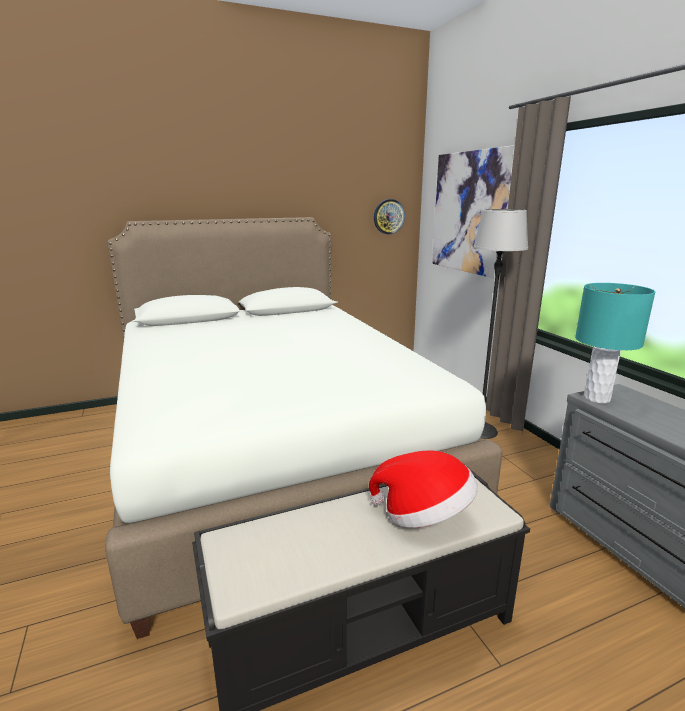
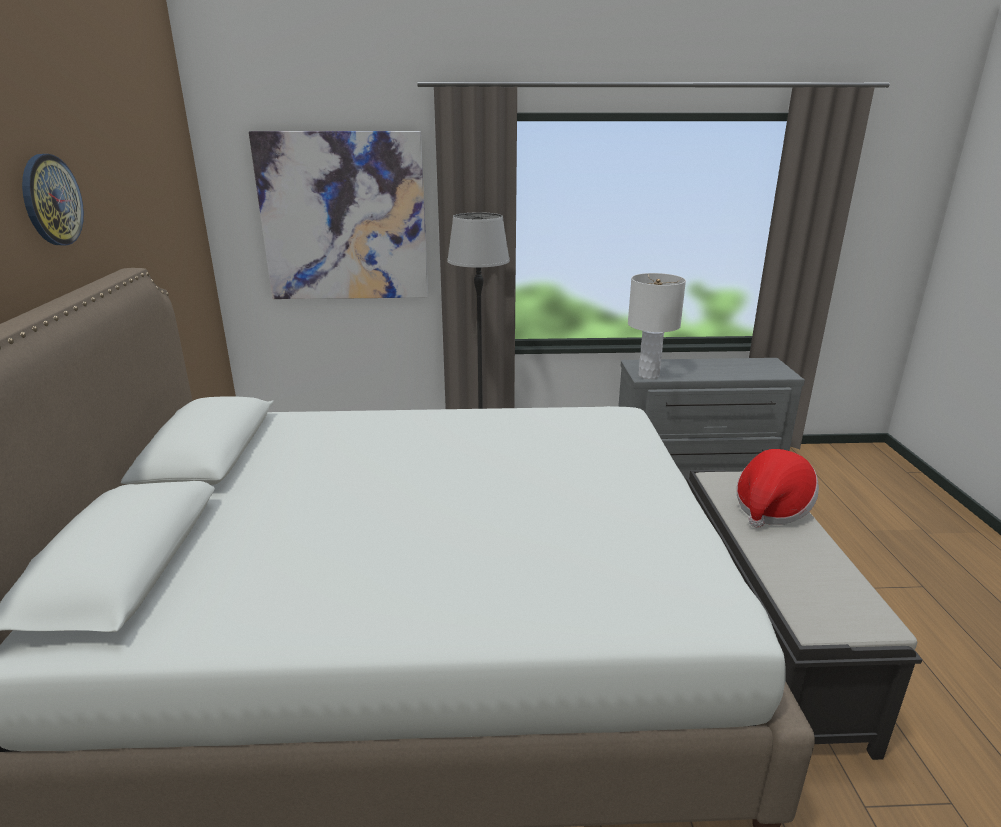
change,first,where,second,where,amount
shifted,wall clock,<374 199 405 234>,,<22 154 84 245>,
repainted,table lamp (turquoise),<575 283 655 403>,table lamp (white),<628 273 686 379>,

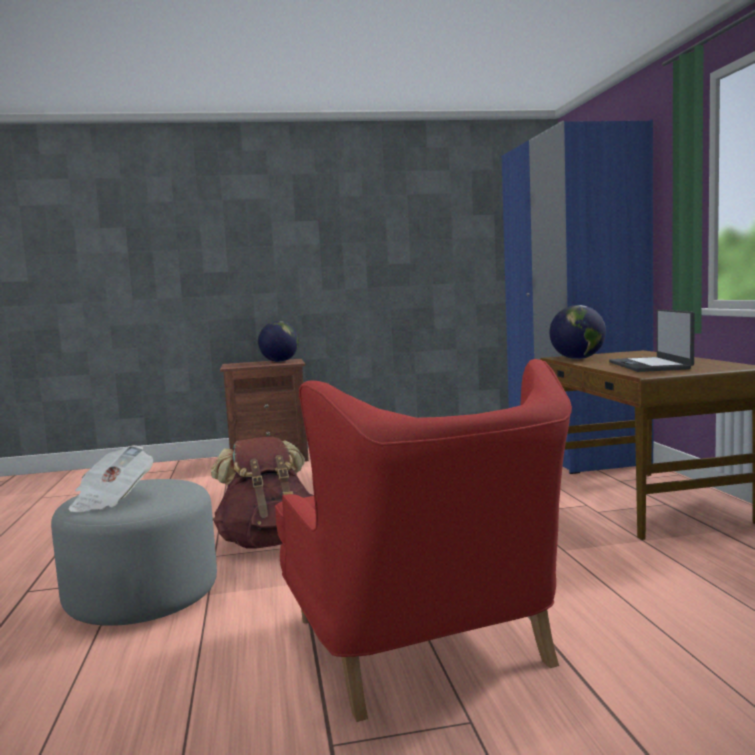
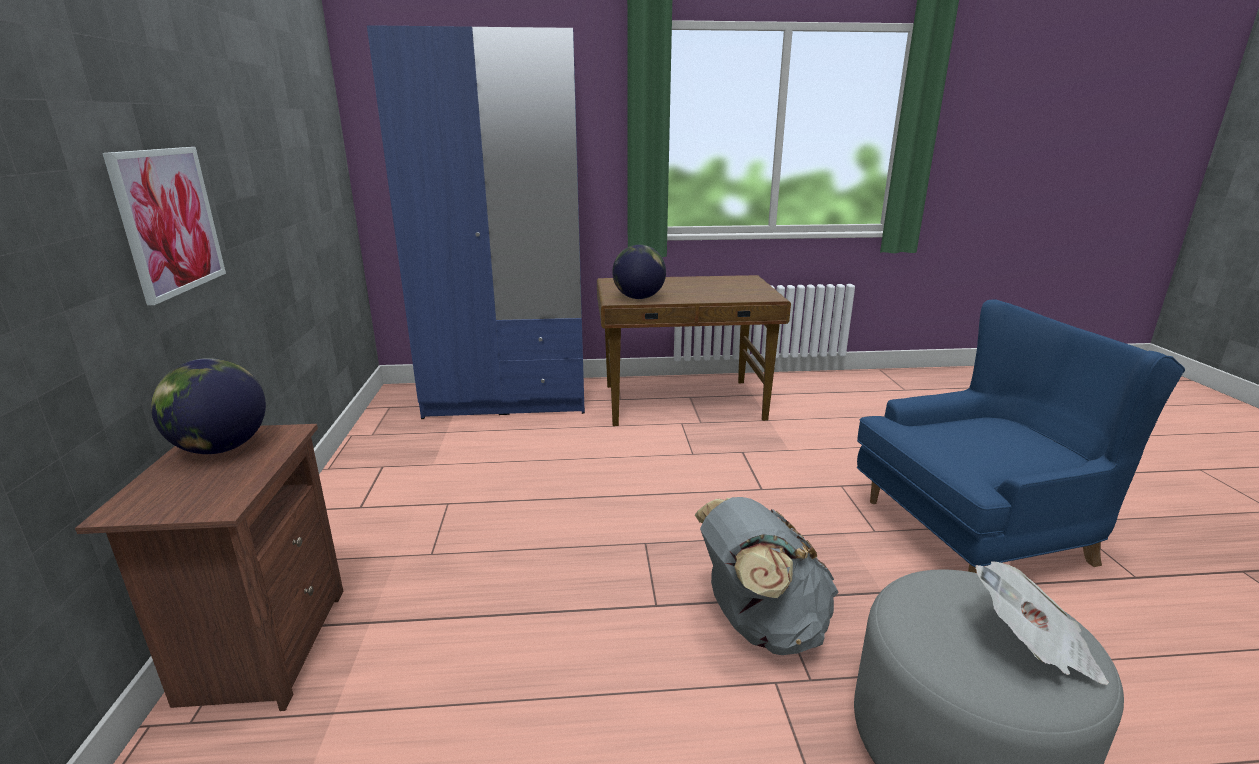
change,first,where,second,where,amount
new,,,picture,<102 147 226 305>,
repainted,backpack (brown),<211 436 314 549>,backpack (grey),<695 497 839 655>,
repainted,armchair (red),<275 359 572 722>,armchair (blue),<857 299 1185 573>,
gone,laptop,<609 309 695 372>,,,

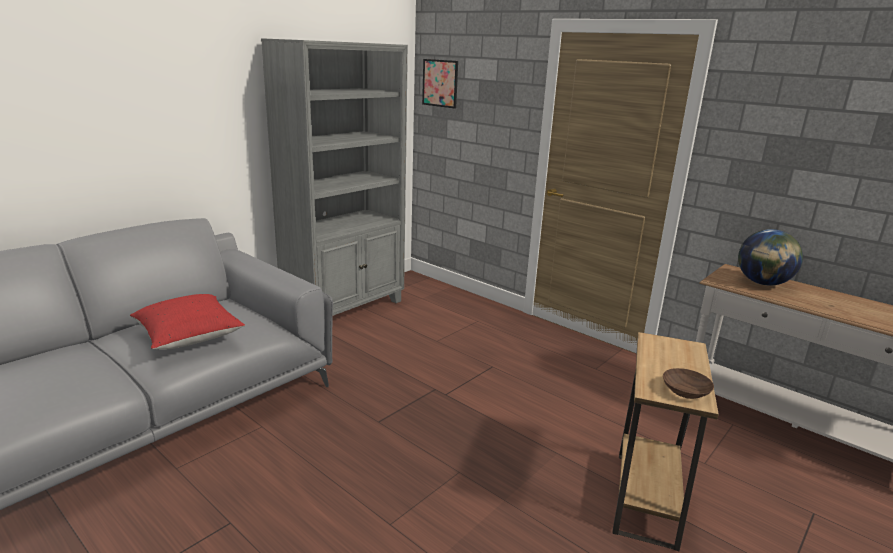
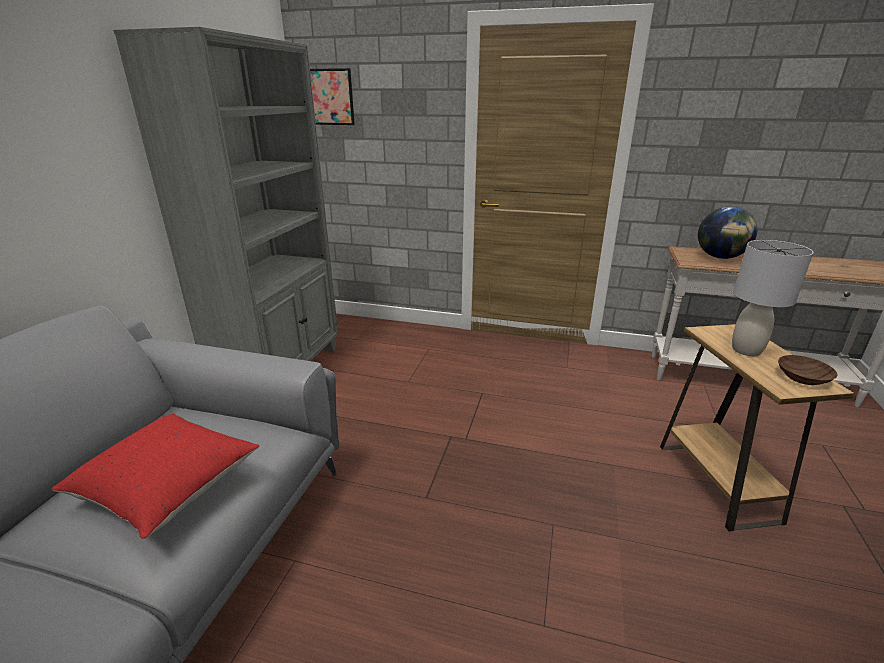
change,first,where,second,where,amount
new,,,table lamp (grey),<732 240 814 356>,

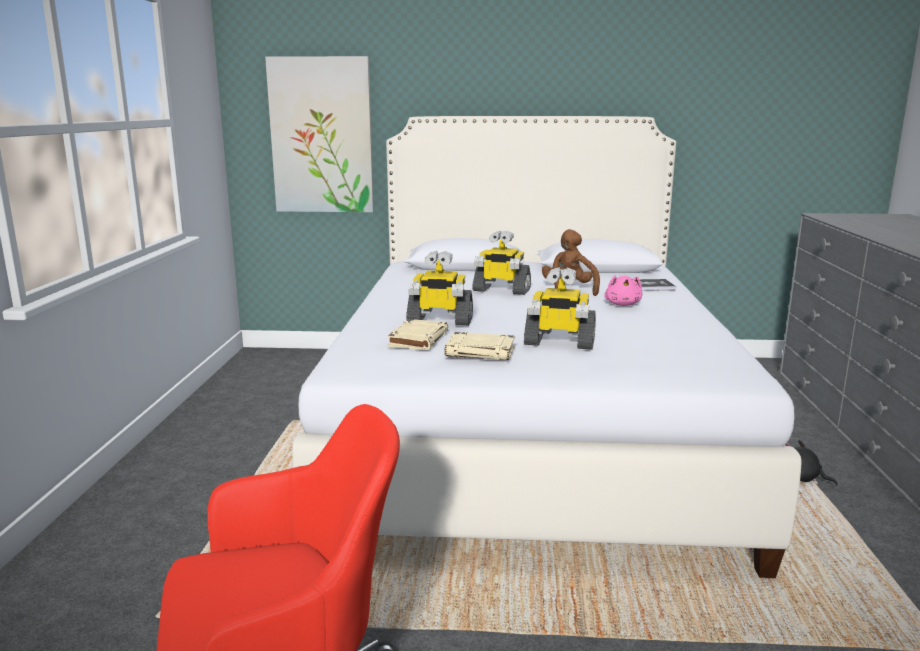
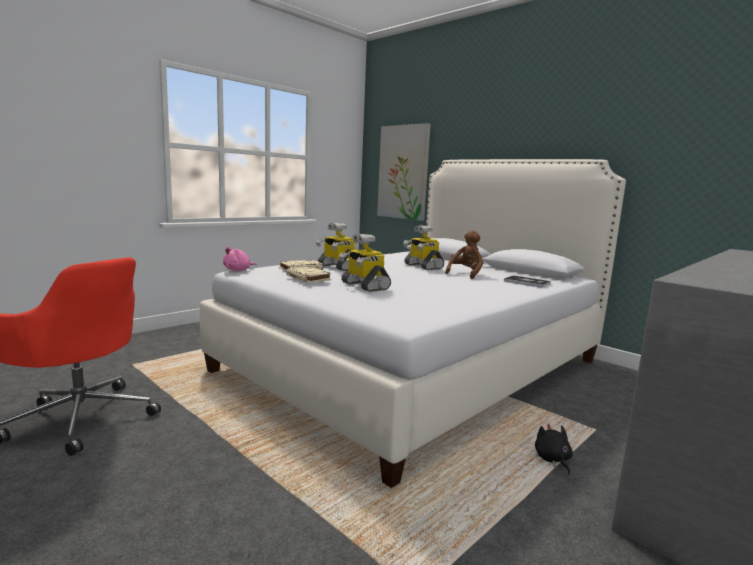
change,first,where,second,where,amount
shifted,plush toy (pink),<604 276 642 306>,,<223 247 257 271>,

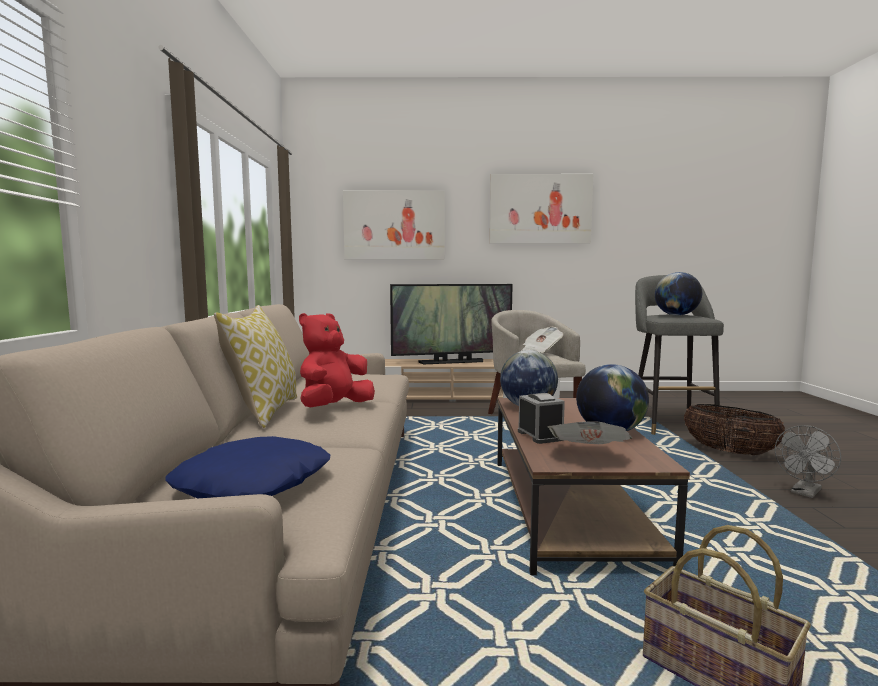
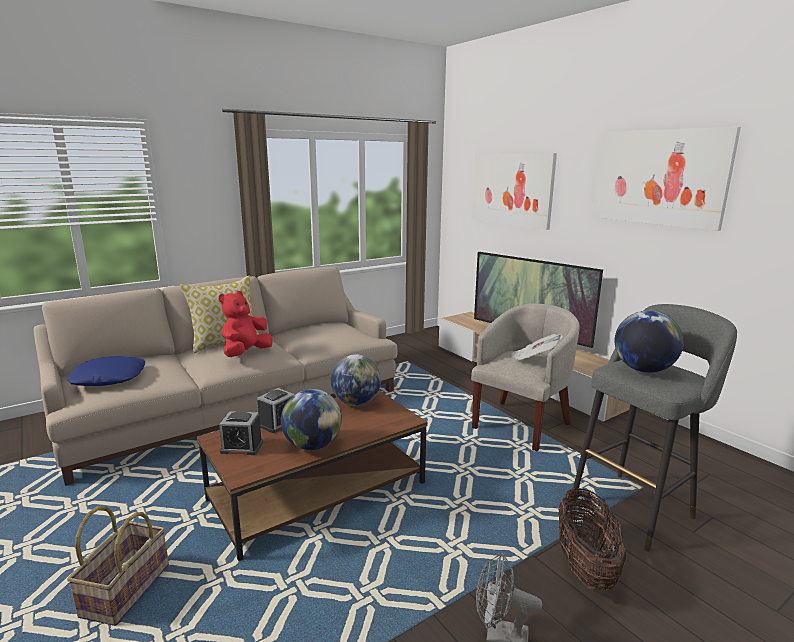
change,first,where,second,where,amount
rotated,plush toy (red),<299 313 375 407>,,<219 291 273 357>,60 degrees counterclockwise
swapped,newspaper,<547 422 632 444>,alarm clock,<219 411 263 455>,

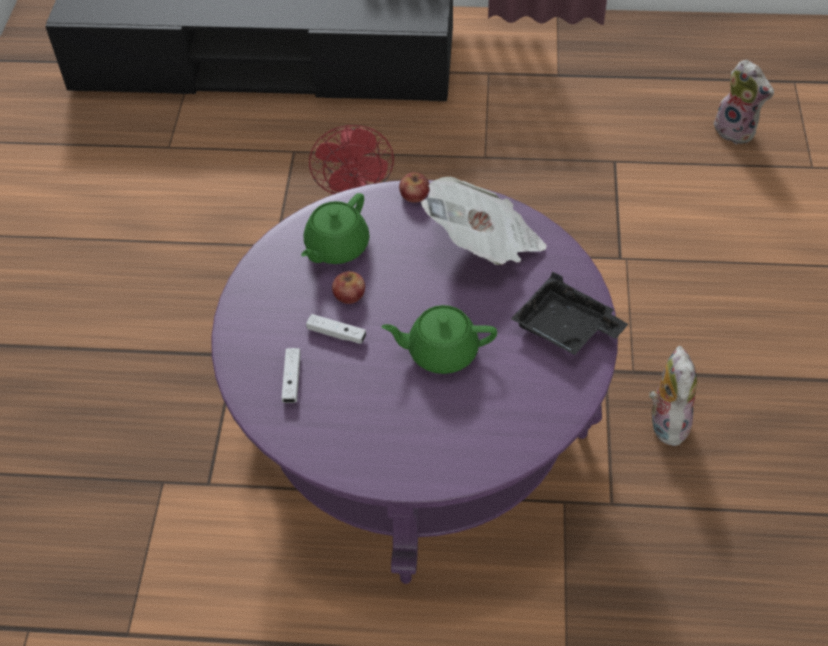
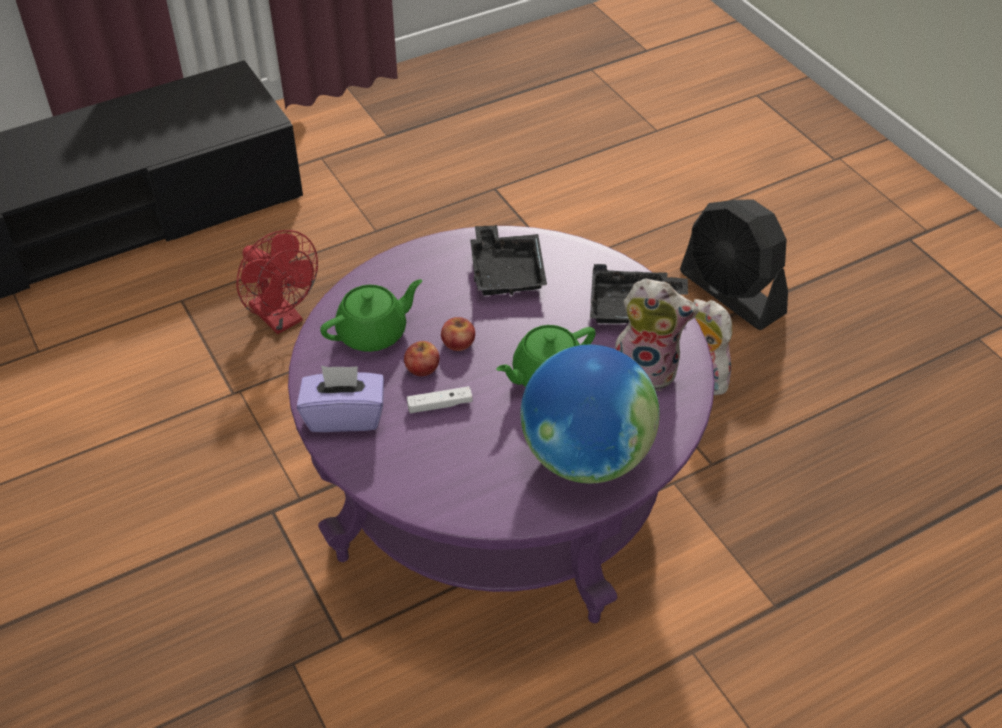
change,first,where,second,where,amount
new,,,tissue box (purple),<297 366 384 432>,
rotated,teapot (green),<301 193 370 264>,,<320 279 422 352>,120 degrees counterclockwise
shifted,apple,<399 172 430 203>,,<441 317 475 351>,
swapped,newspaper,<421 176 546 265>,tray (black),<470 225 547 295>,
new,,,globe,<521 345 660 483>,
shifted,plush toy,<714 60 774 144>,,<615 279 699 391>,
new,,,fan (black),<680 199 788 330>,
gone,game controller (white),<281 348 300 403>,,,

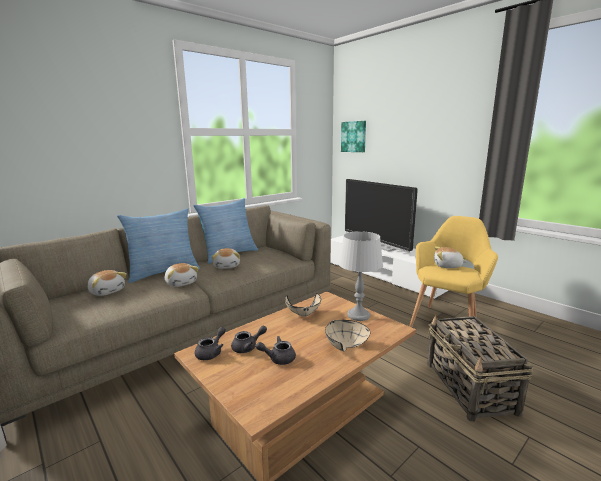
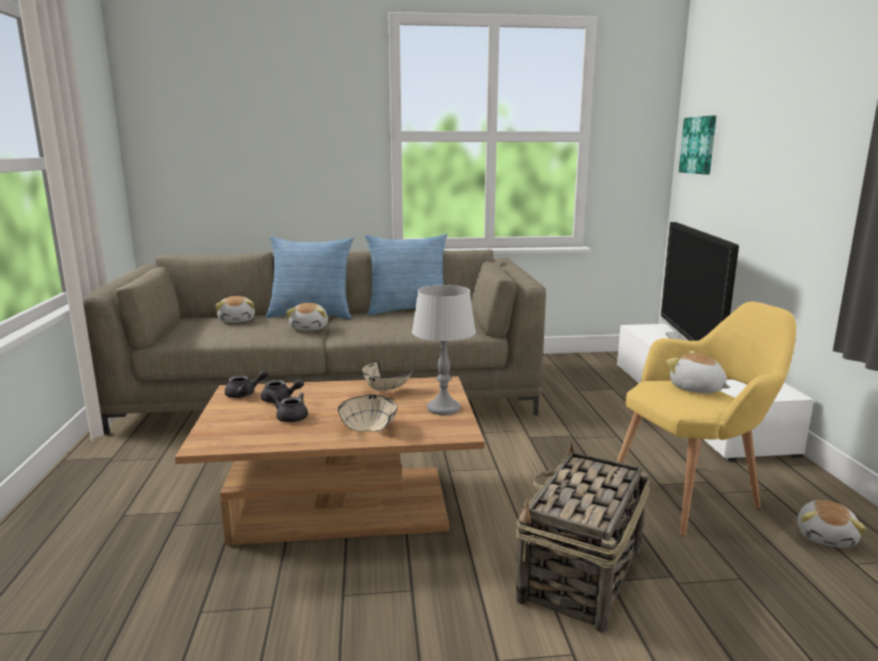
change,first,where,second,where,amount
shifted,plush toy,<212 248 240 269>,,<797 500 866 548>,

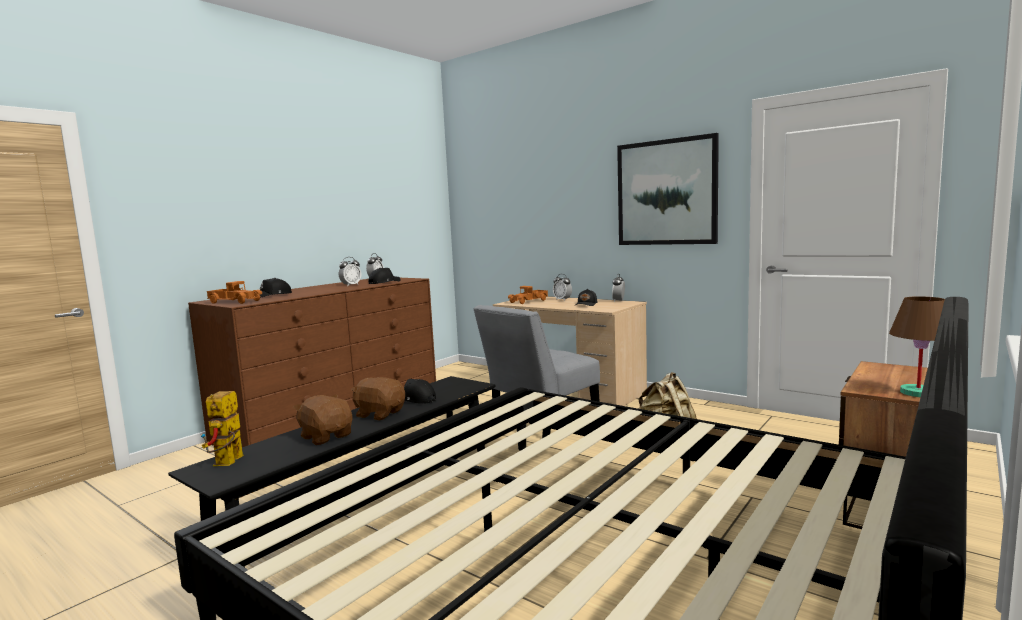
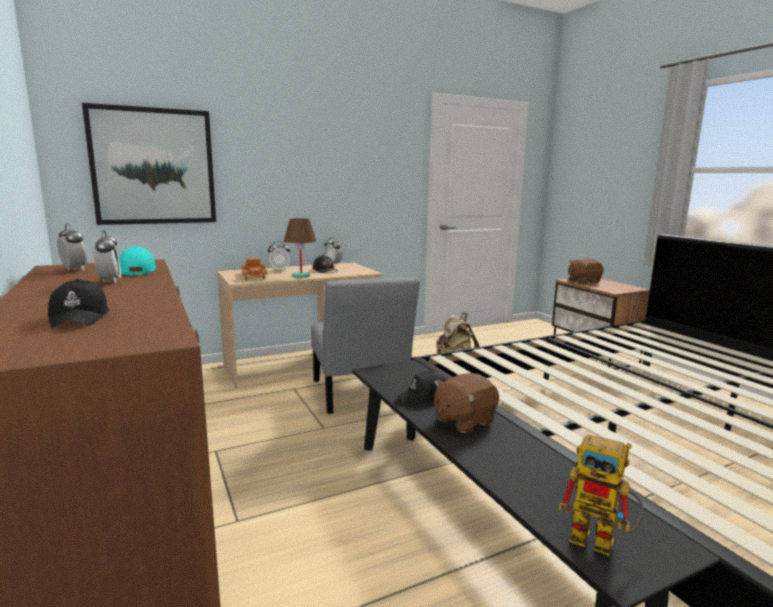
change,first,where,second,where,amount
shifted,picture,<617 133 719 245>,,<82 103 216 225>,
repainted,cap (black),<369 268 401 284>,cap (turquoise),<119 246 156 275>,
shifted,table lamp (brown),<889 296 945 397>,,<284 219 316 278>,
shifted,plush toy (brown),<293 394 352 445>,,<568 258 604 284>,
gone,toy truck,<207 281 262 304>,,,

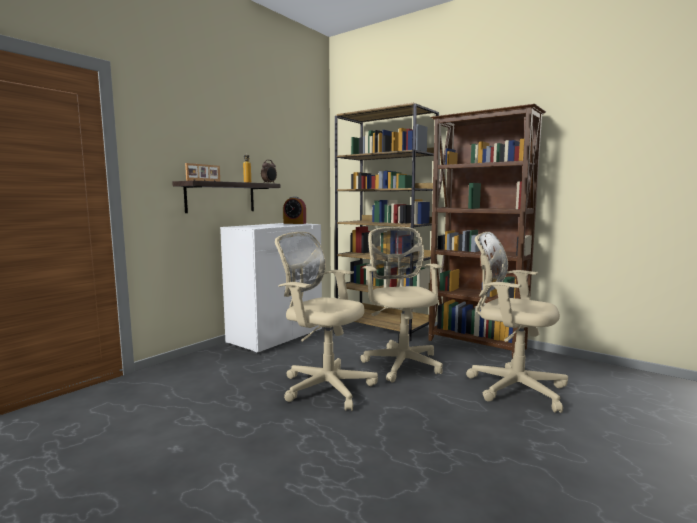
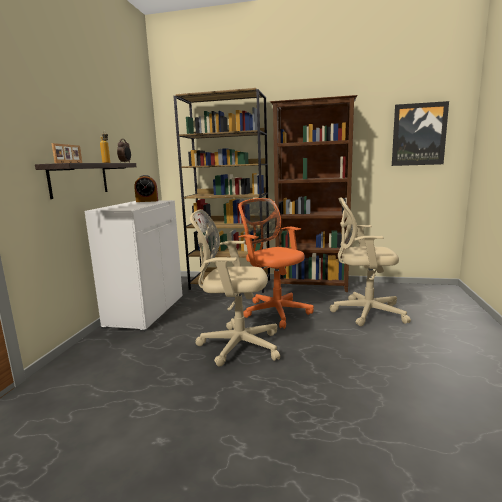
change,first,where,second,where,amount
repainted,office chair (beige),<360 227 443 383>,office chair (orange),<238 198 314 329>,
new,,,picture,<392 101 449 166>,

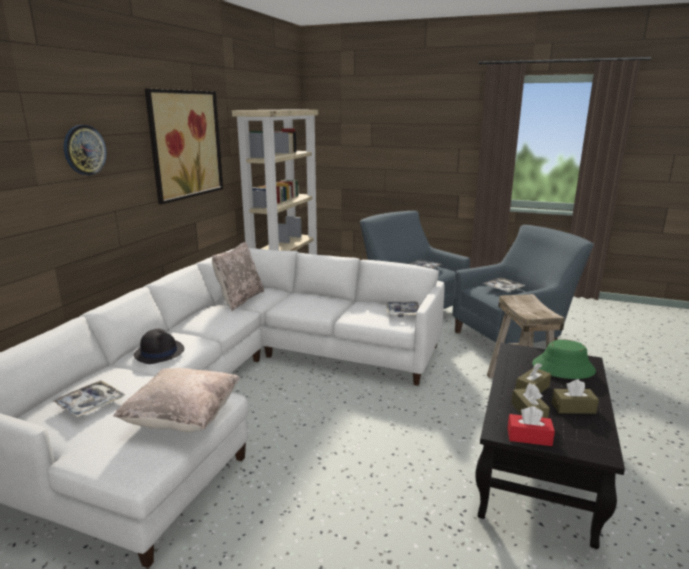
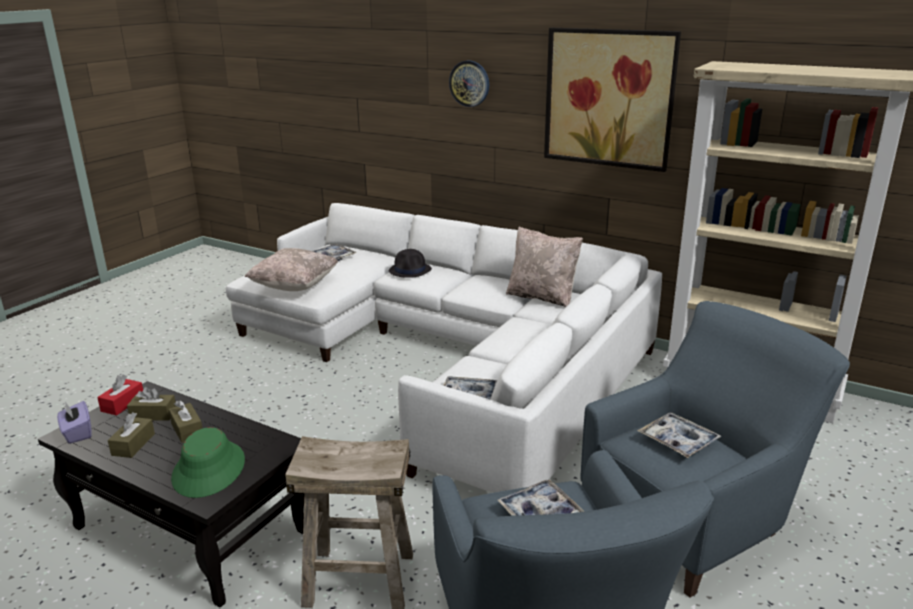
change,first,where,second,where,amount
new,,,tissue box (purple),<57 401 92 444>,

